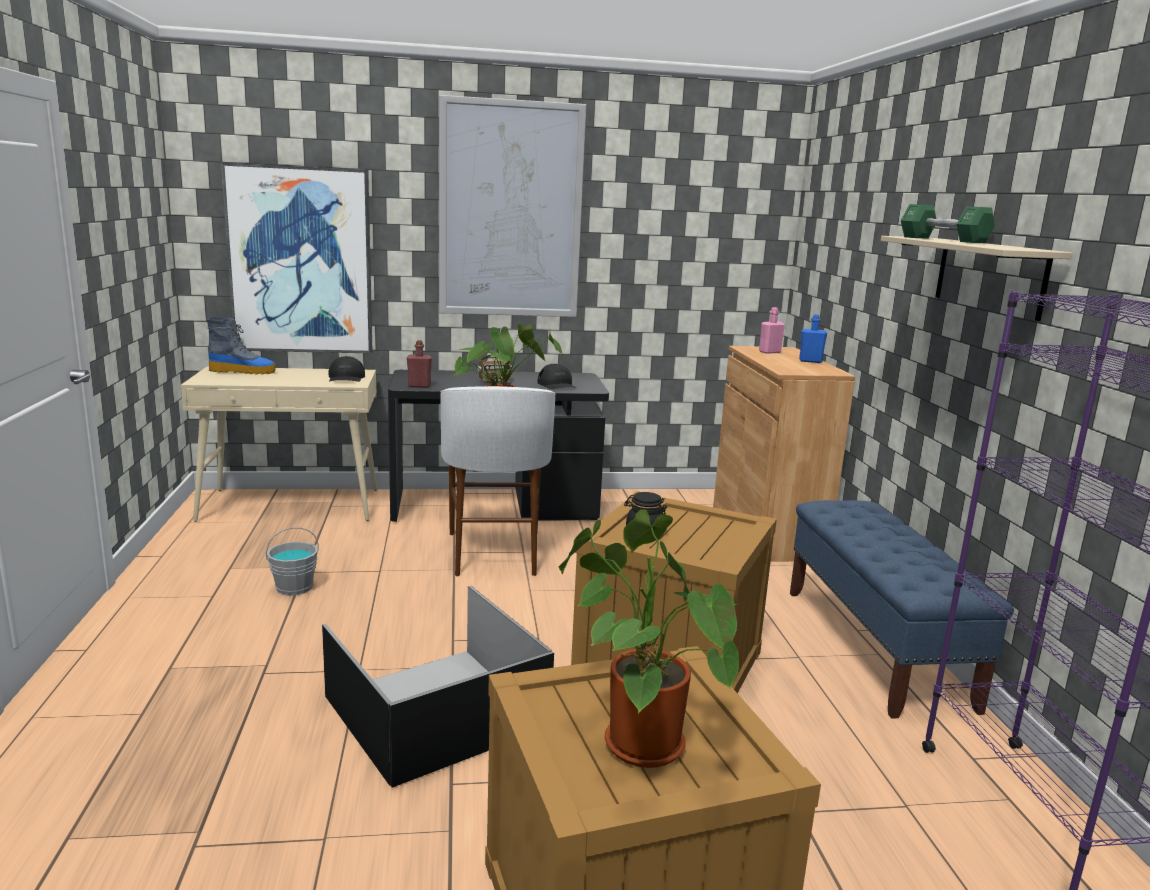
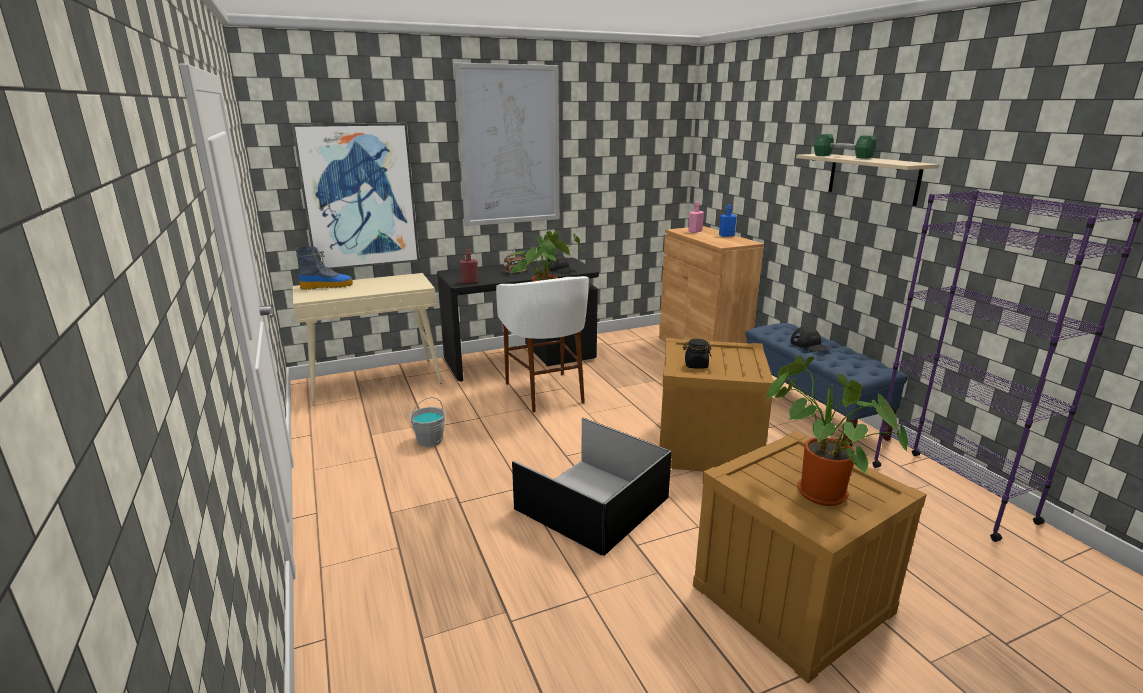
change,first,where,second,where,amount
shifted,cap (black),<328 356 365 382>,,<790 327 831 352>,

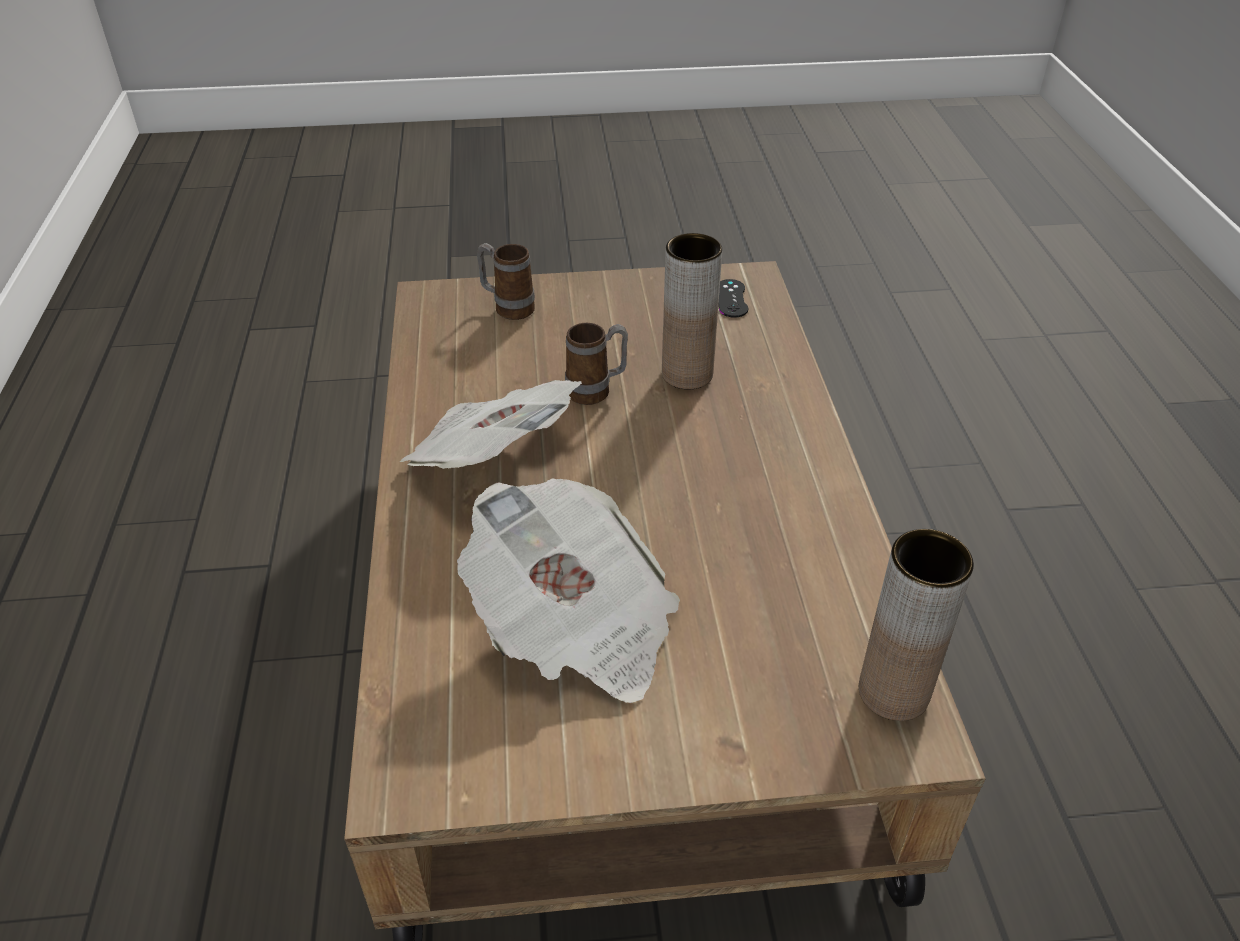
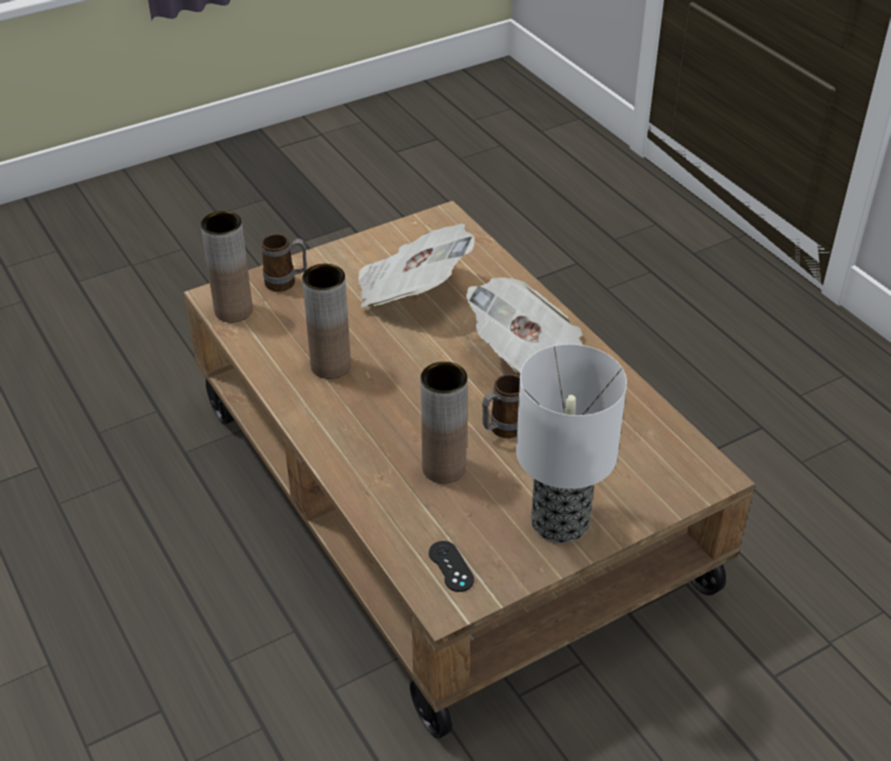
change,first,where,second,where,amount
shifted,mug,<477 243 535 320>,,<261 234 307 292>,
new,,,vase (brown),<302 264 351 379>,
new,,,table lamp,<516 344 627 543>,

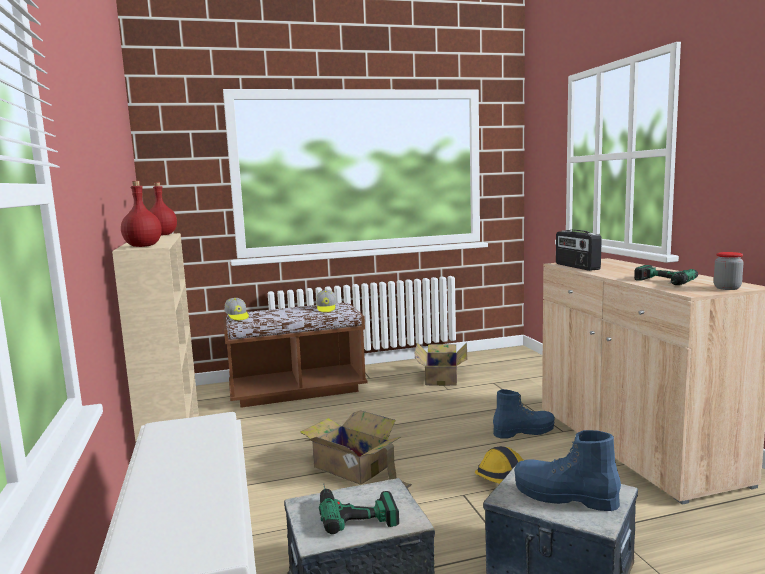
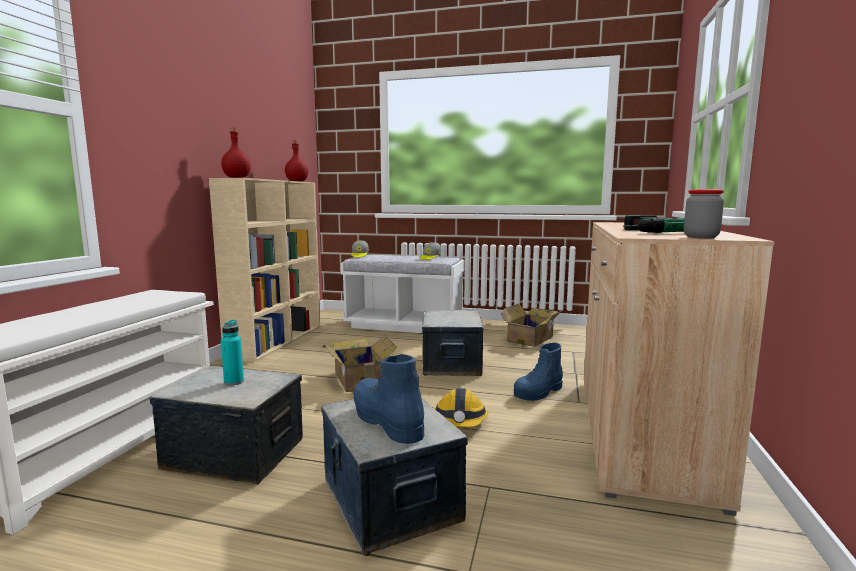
change,first,where,second,where,amount
swapped,power drill,<319 484 399 534>,bottle (turquoise),<221 320 244 385>,
repainted,bench (brown),<223 303 368 408>,bench (white),<341 255 465 333>,
new,,,storage box,<420 310 484 376>,
rotated,boot (blue),<493 389 555 439>,,<514 343 563 401>,120 degrees clockwise
gone,radio,<556 230 602 271>,,,

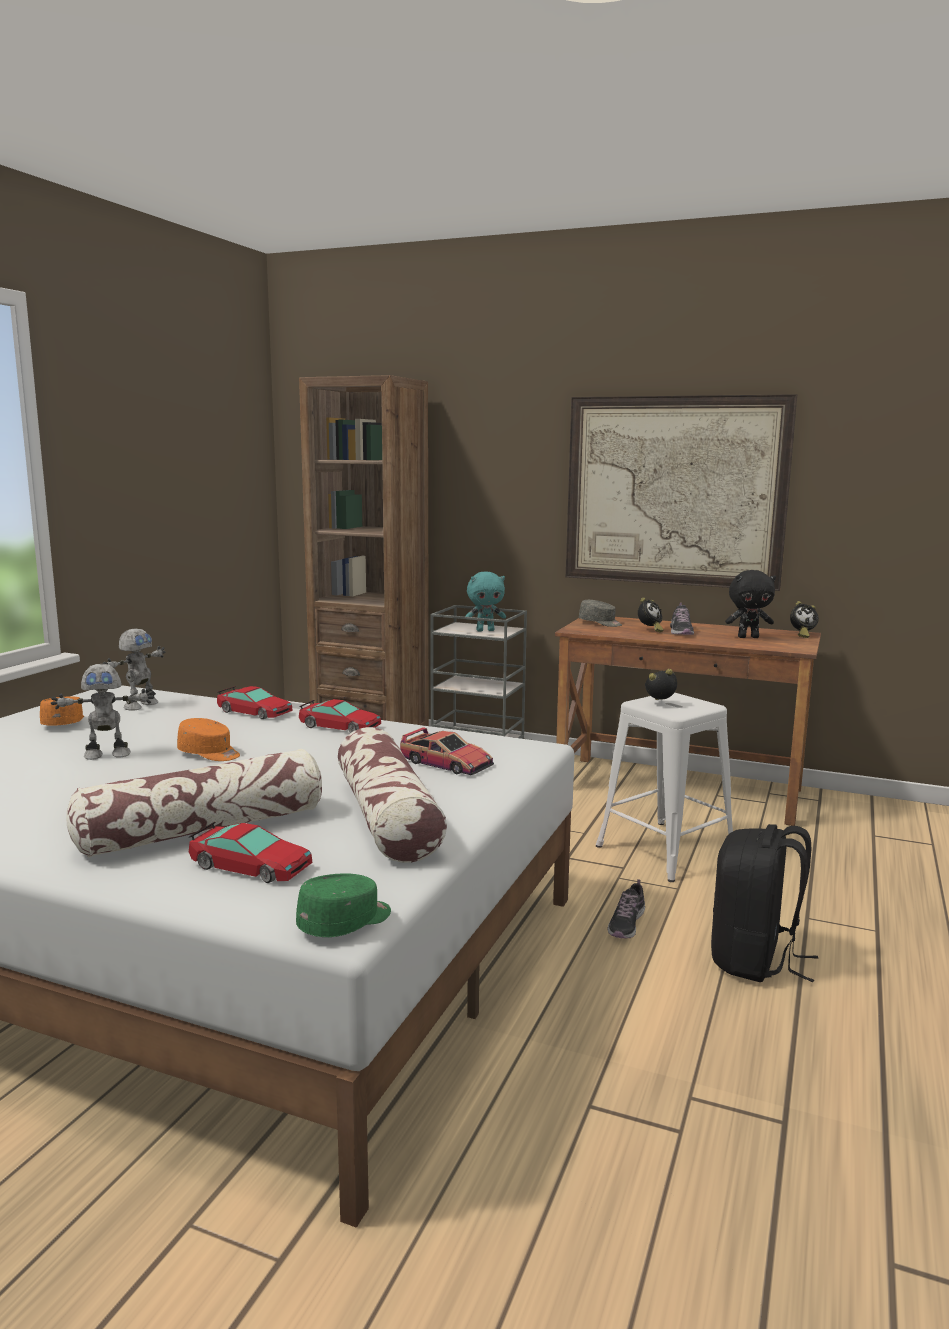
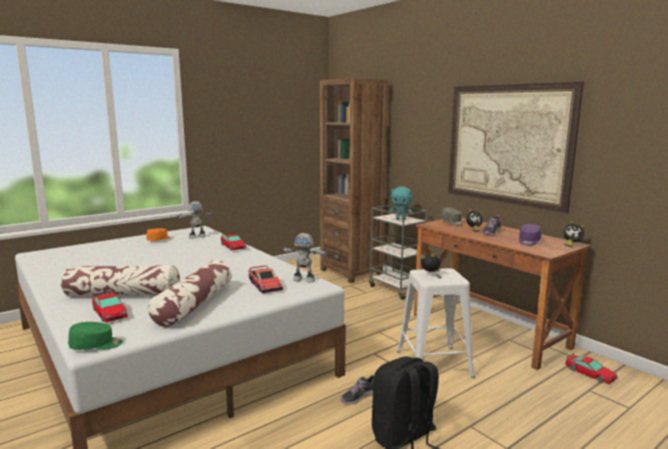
change,first,where,second,where,amount
shifted,toy robot,<51 664 154 760>,,<281 233 329 283>,
swapped,plush toy (black),<725 570 776 638>,cap (purple),<519 224 541 246>,
shifted,toy car,<299 699 381 733>,,<565 353 617 384>,
gone,cap (orange),<177 718 240 761>,,,

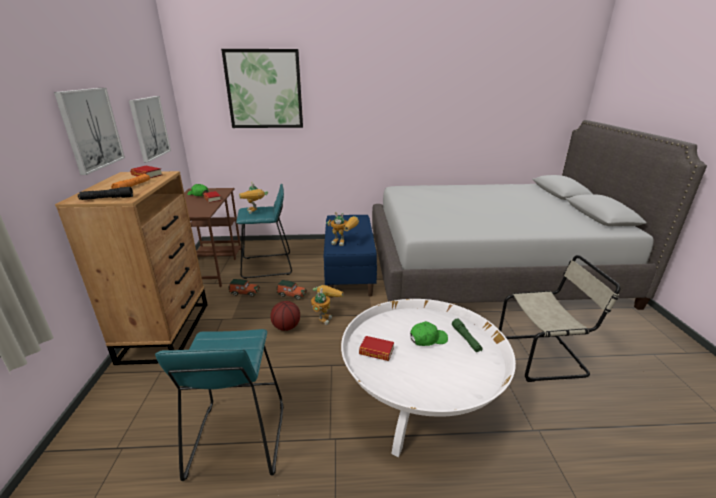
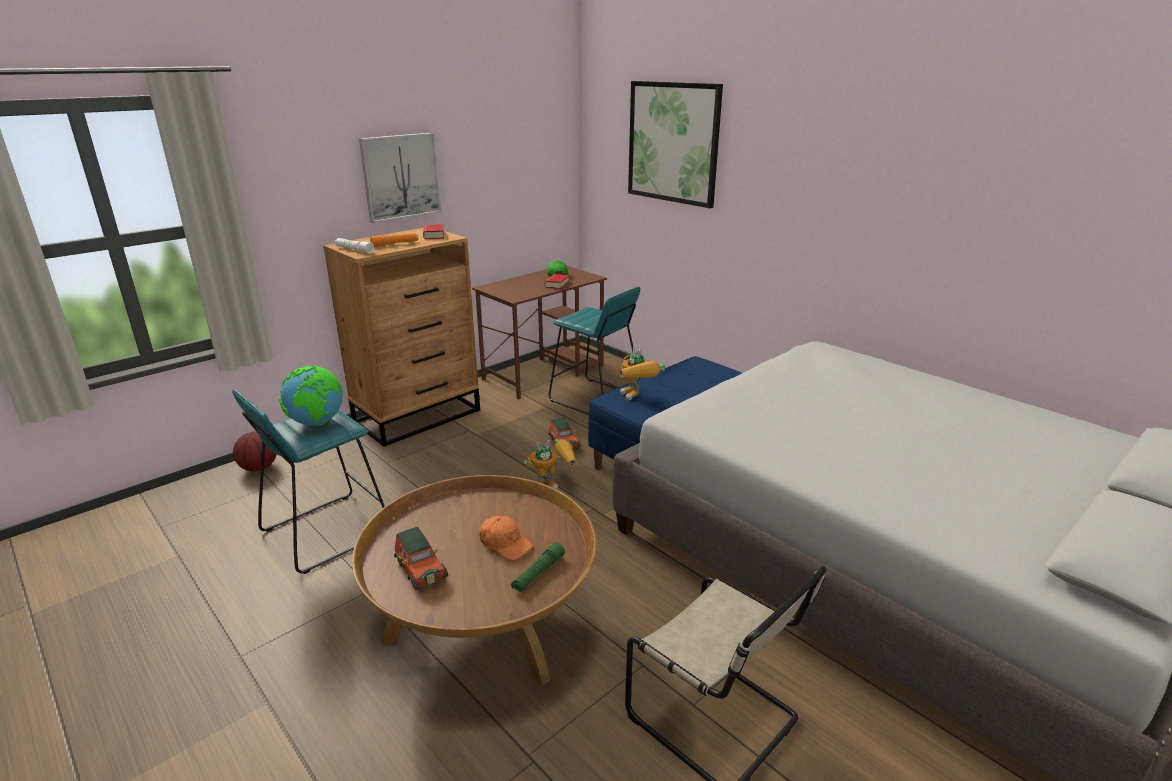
change,first,where,second,where,amount
shifted,basketball,<270 301 300 331>,,<233 432 277 471>,
new,,,globe,<279 366 343 426>,
repainted,flashlight (black),<78 187 133 200>,flashlight (white),<334 238 374 254>,
repainted,coffee table (white),<341 299 516 457>,coffee table (brown),<352 475 597 686>,
shifted,toy car,<228 279 260 297>,,<394 527 448 590>,
repainted,cap (green),<410 321 448 346>,cap (orange),<479 516 533 560>,
gone,picture,<129 96 171 163>,,,
gone,toy robot,<239 182 268 214>,,,
gone,book,<359 336 394 361>,,,

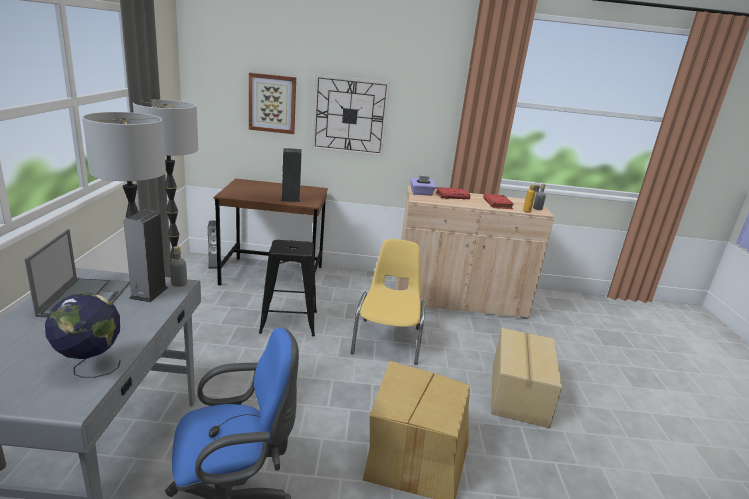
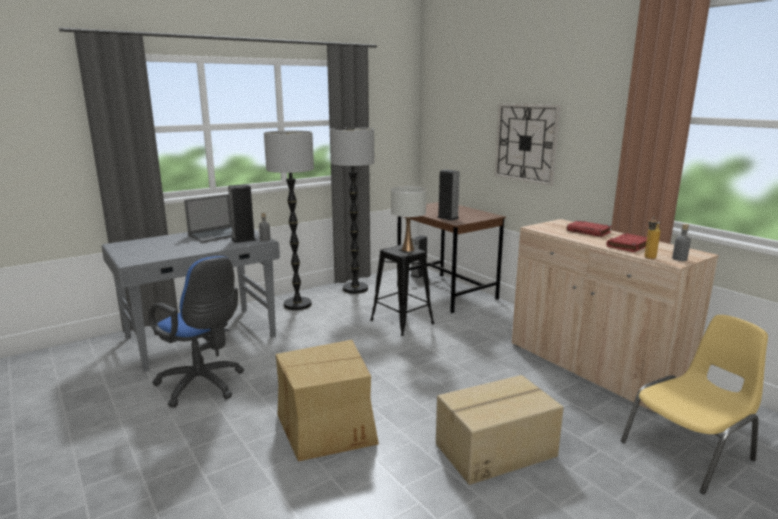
change,first,where,second,where,amount
new,,,table lamp (white),<391 186 426 252>,
shifted,chair (yellow),<351 239 425 365>,,<621 315 768 494>,
gone,globe,<45 293 121 378>,,,
gone,picture,<249 73 296 134>,,,
gone,tissue box (purple),<410 176 436 195>,,,

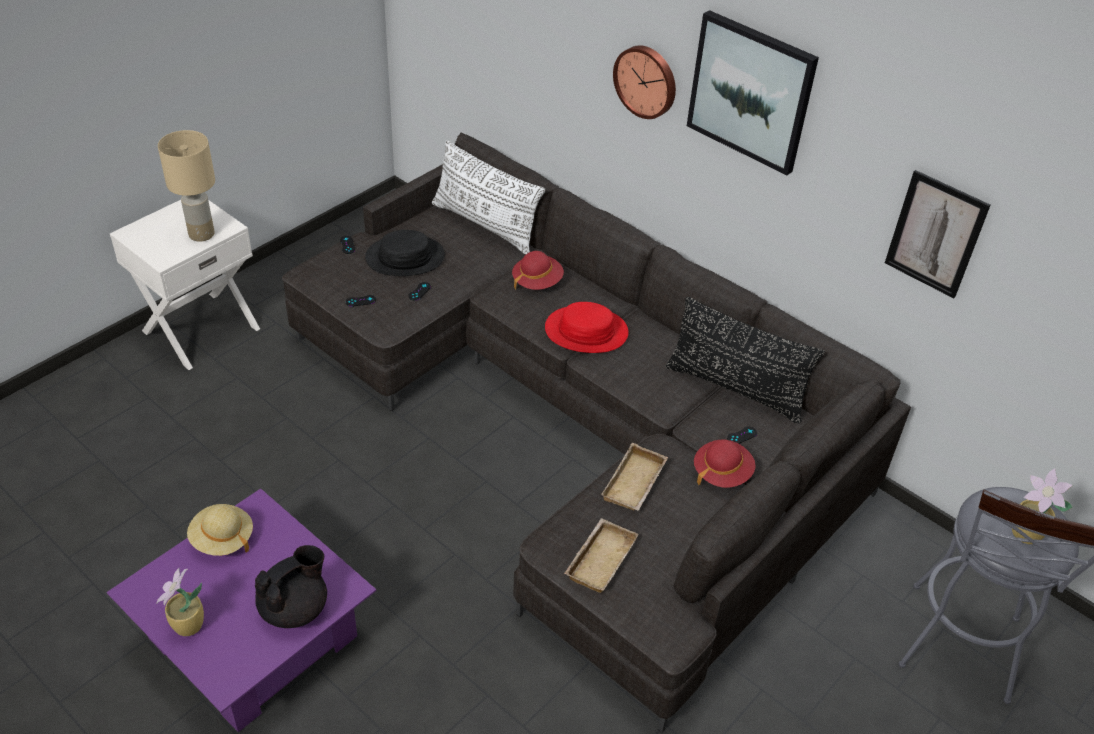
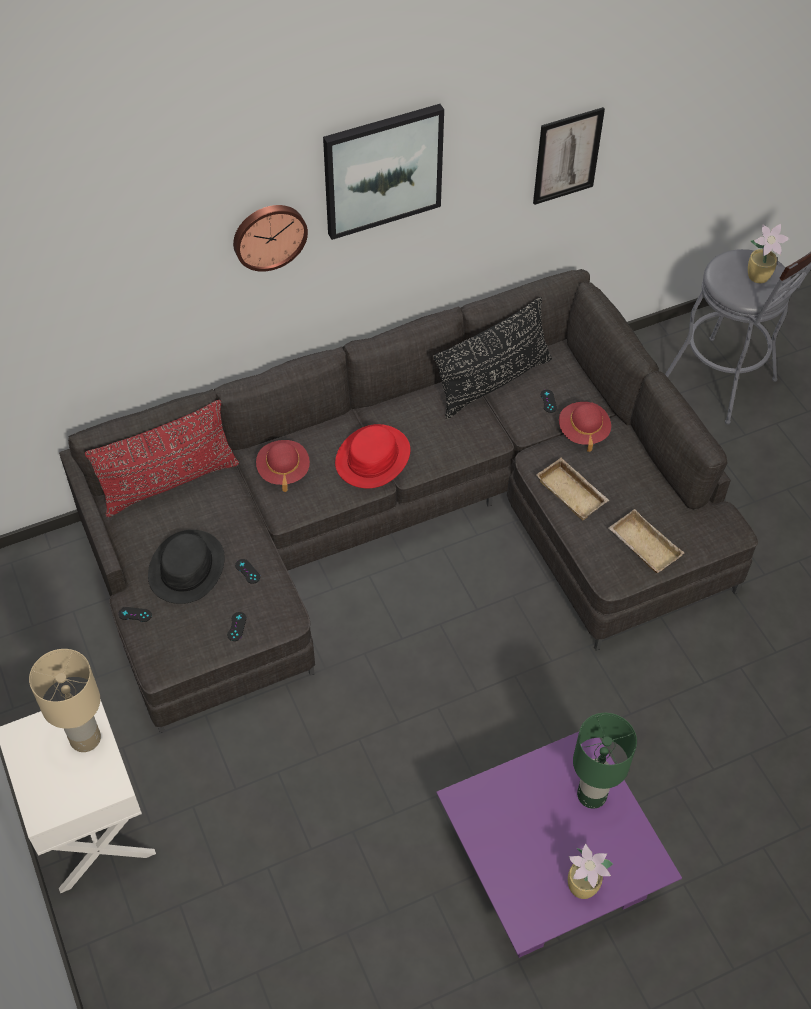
change,first,where,second,where,amount
repainted,pillow (white),<432 140 545 254>,pillow (red),<85 400 239 517>,
swapped,teapot (black),<255 545 327 628>,table lamp (green),<573 713 637 809>,
gone,hat (beige),<187 504 253 556>,,,

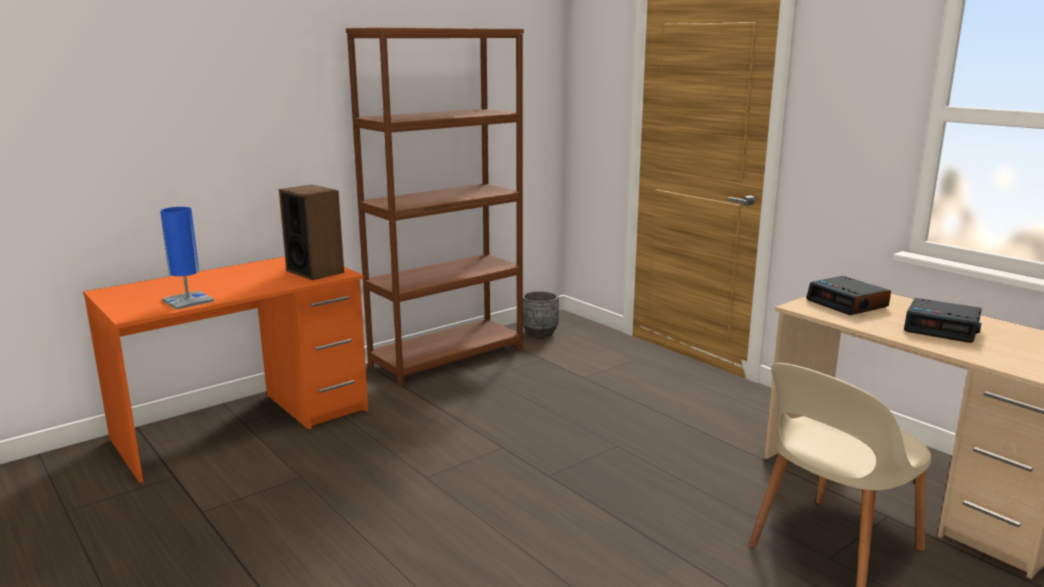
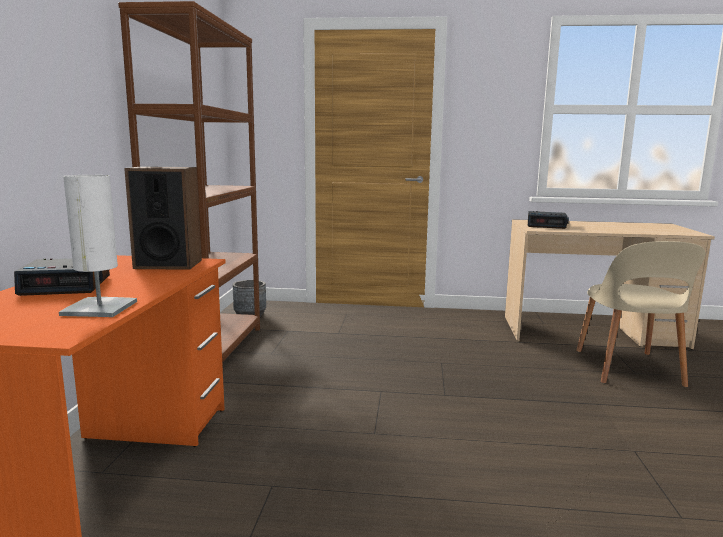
change,first,where,second,where,amount
shifted,alarm clock,<904 298 982 343>,,<14 258 110 296>,
repainted,table lamp (blue),<160 207 214 310>,table lamp (white),<59 175 137 317>,

